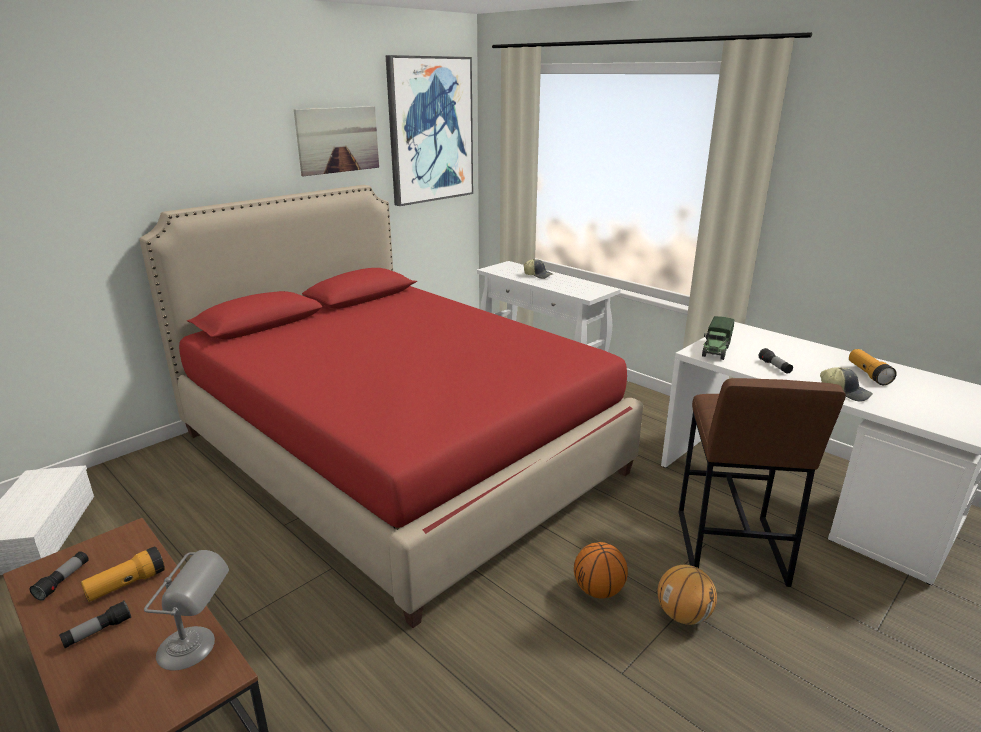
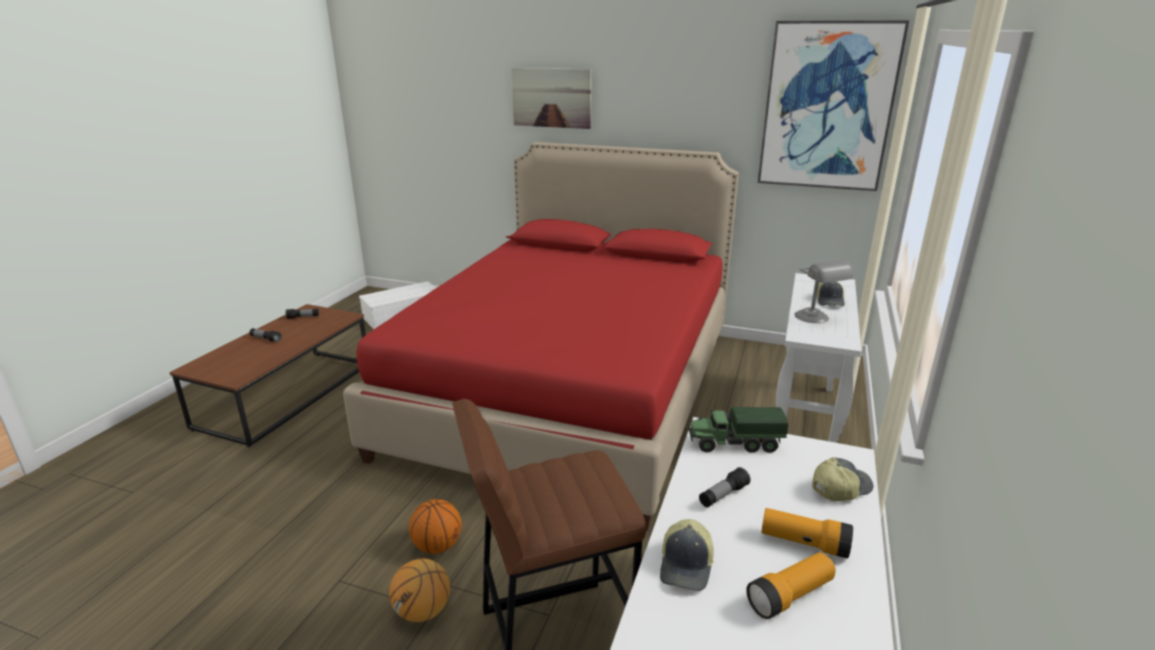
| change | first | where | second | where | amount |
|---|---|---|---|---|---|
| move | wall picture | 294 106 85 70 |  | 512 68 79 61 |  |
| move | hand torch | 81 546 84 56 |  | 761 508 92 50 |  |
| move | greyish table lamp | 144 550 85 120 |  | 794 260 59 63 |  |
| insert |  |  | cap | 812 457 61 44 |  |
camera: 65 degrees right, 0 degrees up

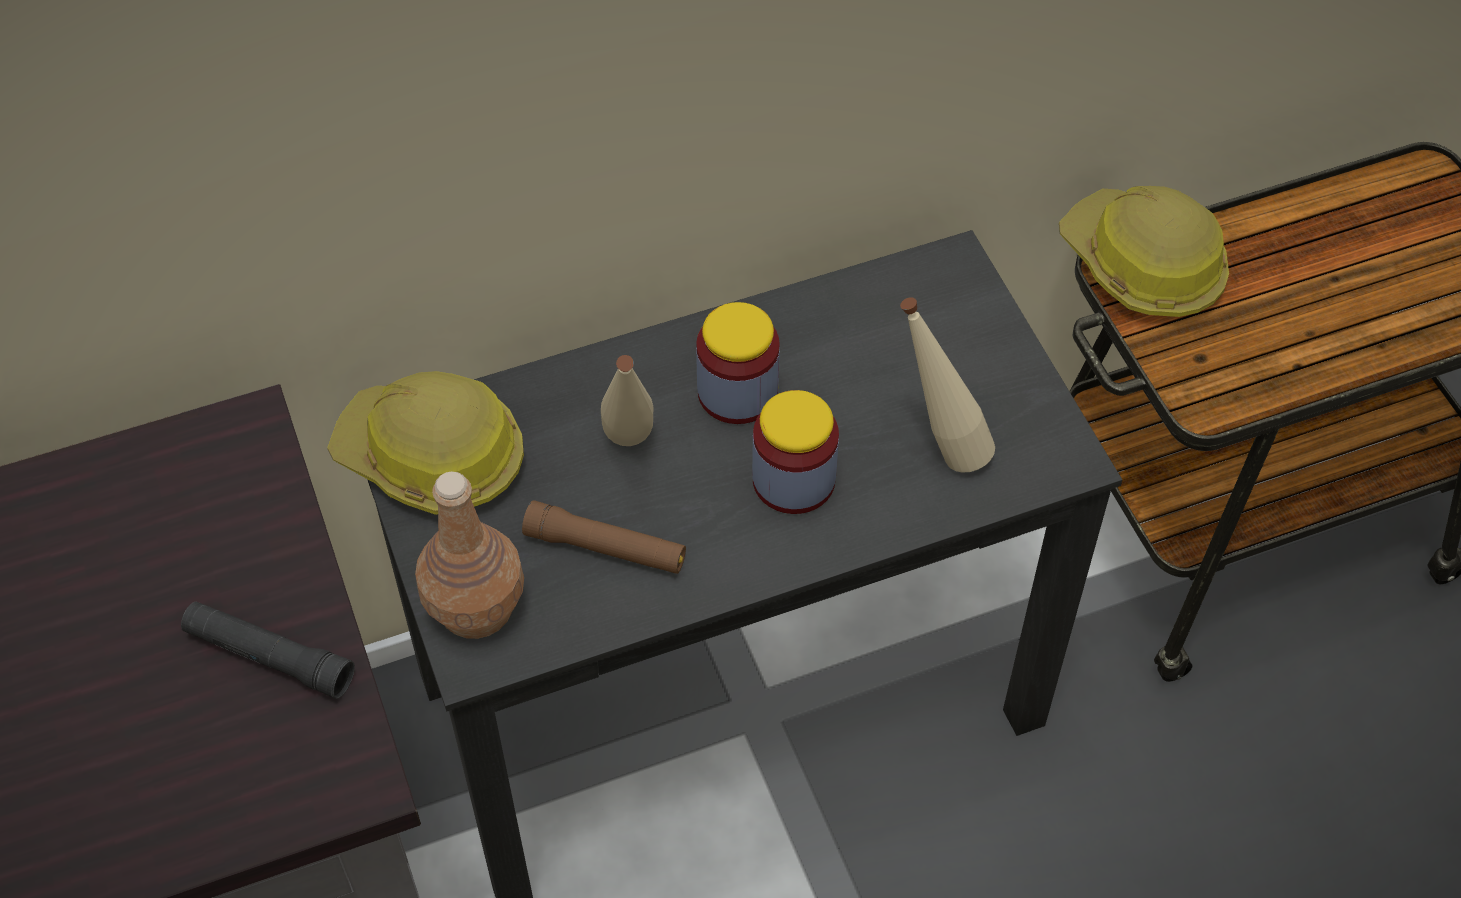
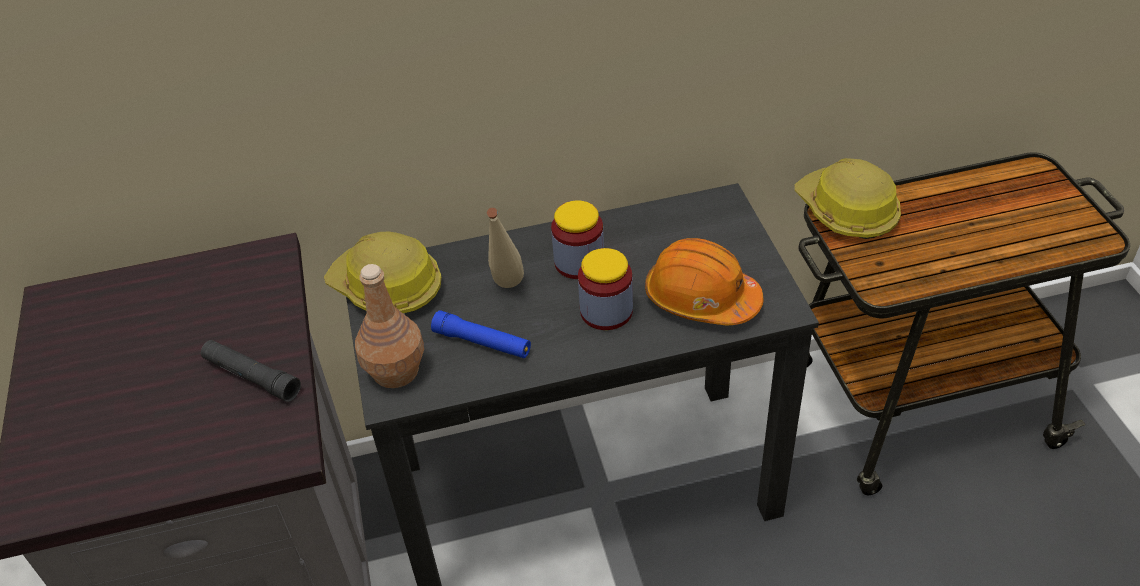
| change | first | where | second | where | amount |
|---|---|---|---|---|---|
| replace | sand-coloured beverage bottle | 900 297 95 176 | orangey hard hat | 645 238 119 87 |  |
| recolor | brownish hand torch | 522 500 164 74 | blue hand torch | 431 310 100 48 |  |
camera: 10 degrees right, 10 degrees down

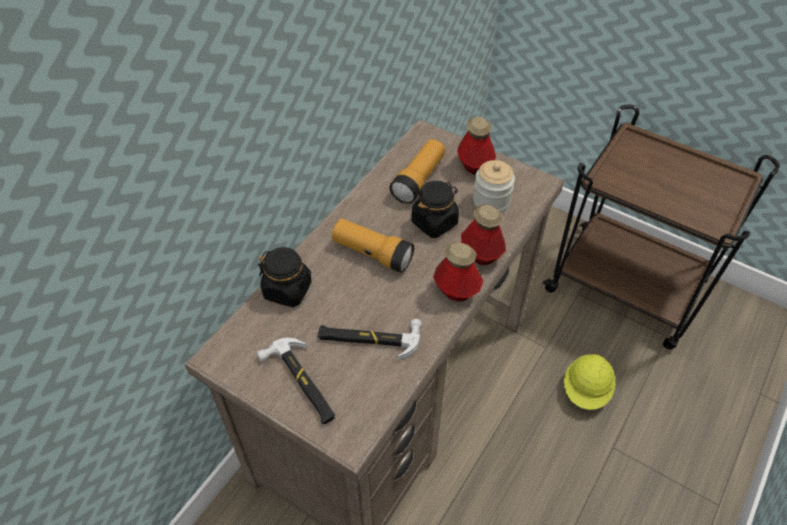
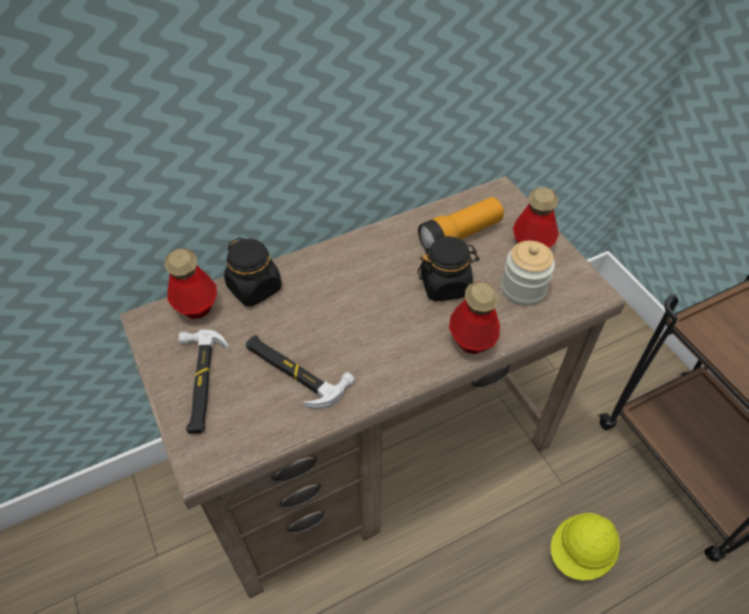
| change | first | where | second | where | amount |
|---|---|---|---|---|---|
| delete | hand torch | 332 218 82 55 |  |  |  |
| move | beverage bottle | 433 242 50 60 |  | 165 249 52 70 |  |
camera: 30 degrees right, 0 degrees up

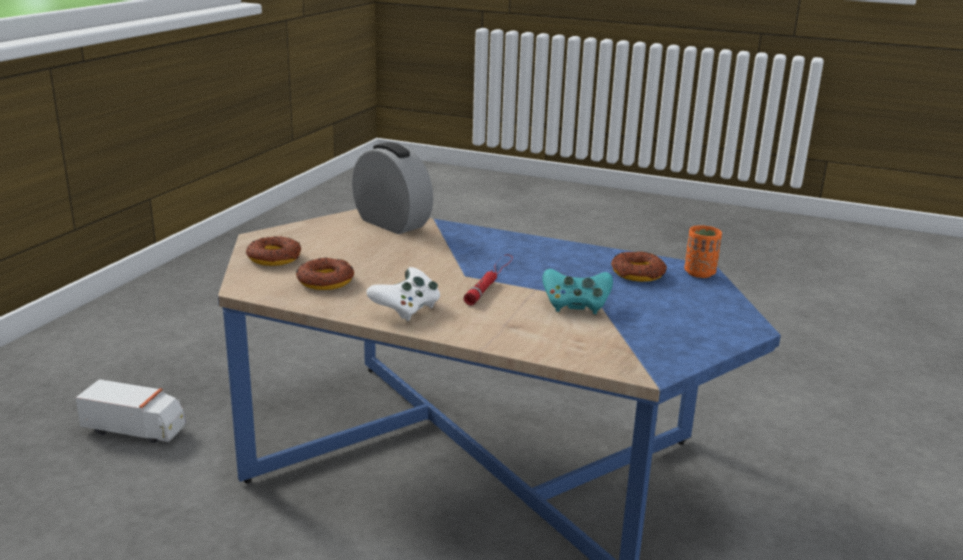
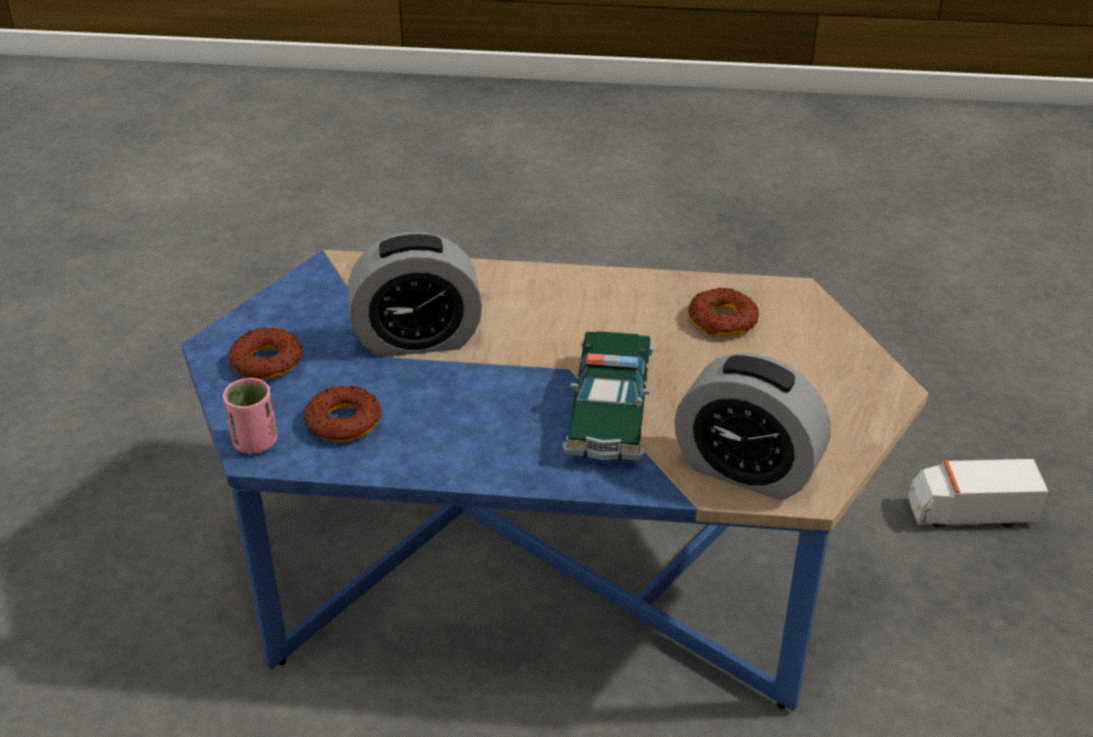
| change | first | where | second | where | amount |
|---|---|---|---|---|---|
| recolor | orangey cup | 684 225 38 53 | pink-coloured cup | 223 378 55 76 |  |
| move | ring doughnut | 246 236 55 30 |  | 228 327 74 53 |  |
| delete | reddish hand torch | 464 254 49 52 |  |  |  |
| delete | white-coloured game controller | 366 267 74 54 |  |  |  |
| replace | turquoise-coloured game controller | 542 269 71 45 | alarm clock | 348 232 134 125 |  |
| insert |  |  | miniature car | 563 331 91 130 |  |
camera: 165 degrees right, 15 degrees up

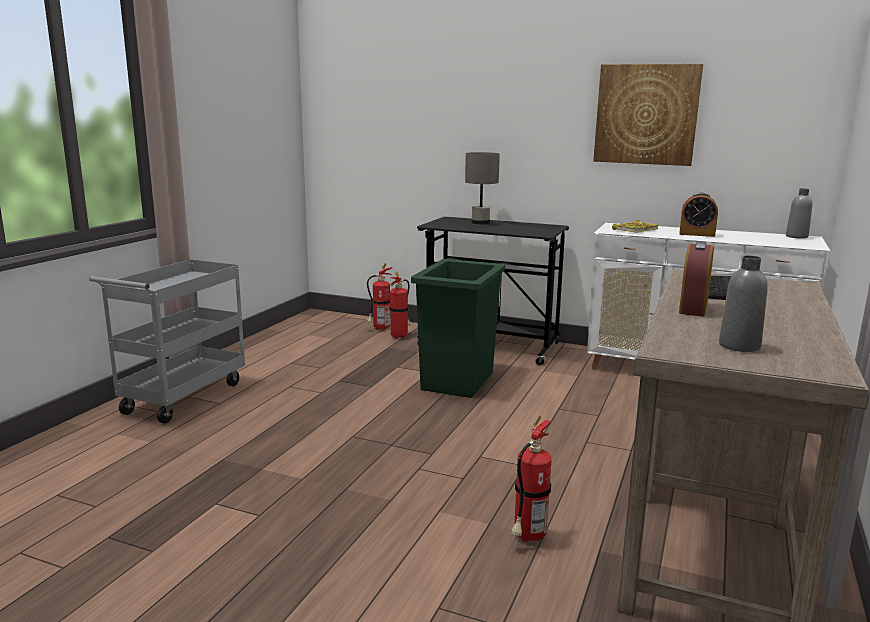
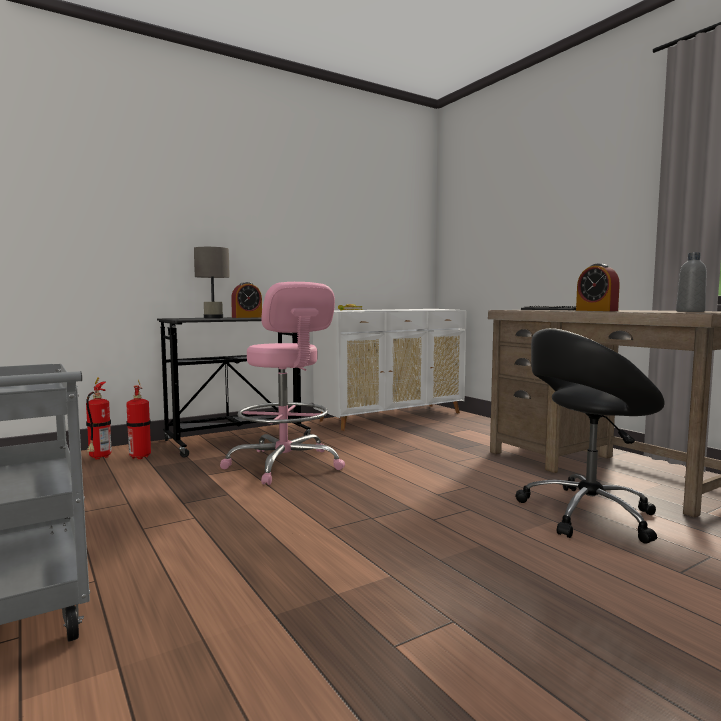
| change | first | where | second | where | amount |
|---|---|---|---|---|---|
| delete | wall picture | 593 64 110 102 |  |  |  |
| delete | greyish beverage bottle | 786 188 26 51 |  |  |  |
| move | alarm clock | 679 192 39 45 |  | 231 282 31 36 |  |
| replace | green trash can | 411 259 94 139 | pink-coloured stool seat | 220 282 125 203 |  |
| replace | fire-fighting cylinder | 511 416 41 126 | black desk chair | 515 328 150 216 |  |
camera: 55 degrees left, 10 degrees down

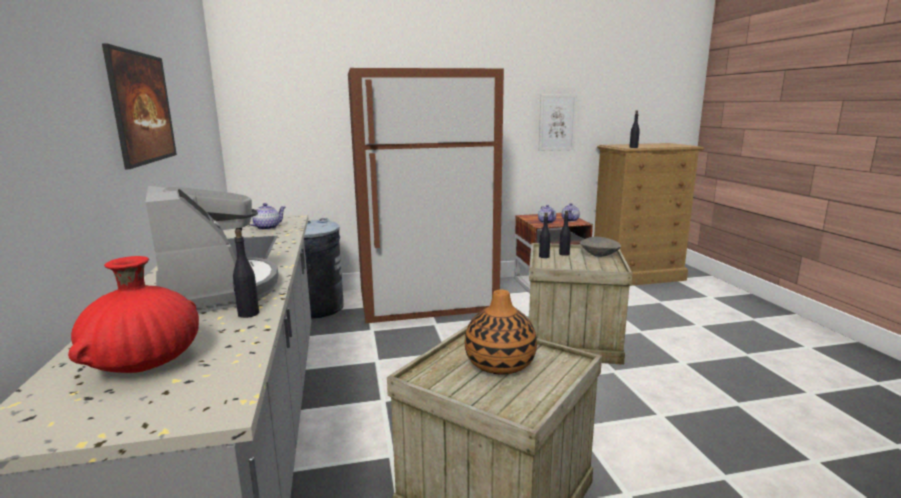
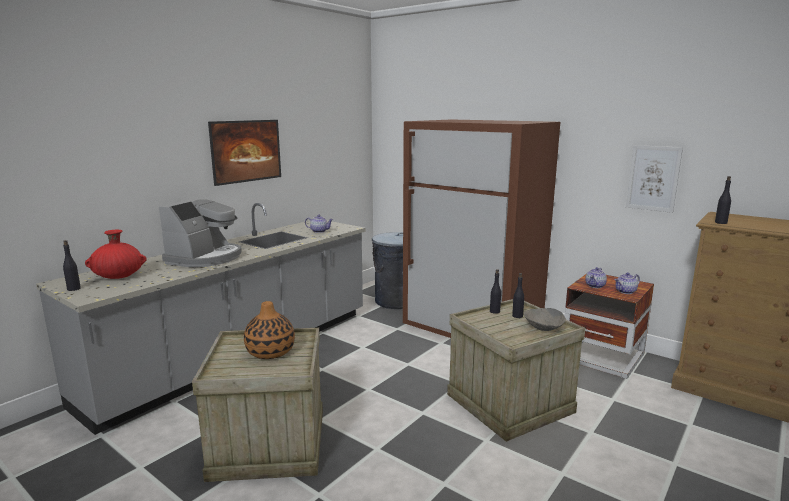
| change | first | where | second | where | amount |
|---|---|---|---|---|---|
| move | black beverage bottle | 233 229 26 89 |  | 63 240 18 51 |  |
camera: 50 degrees right, 0 degrees up

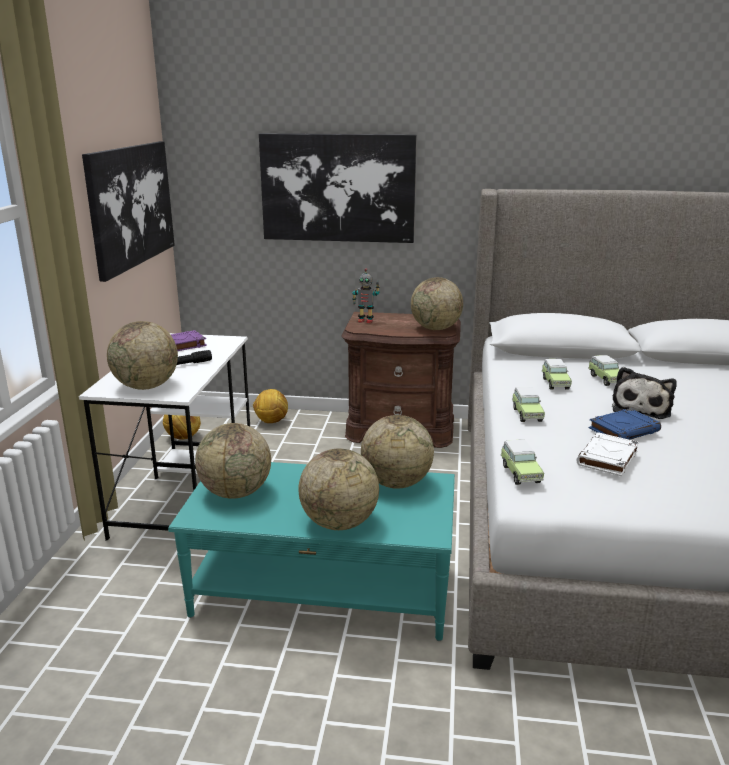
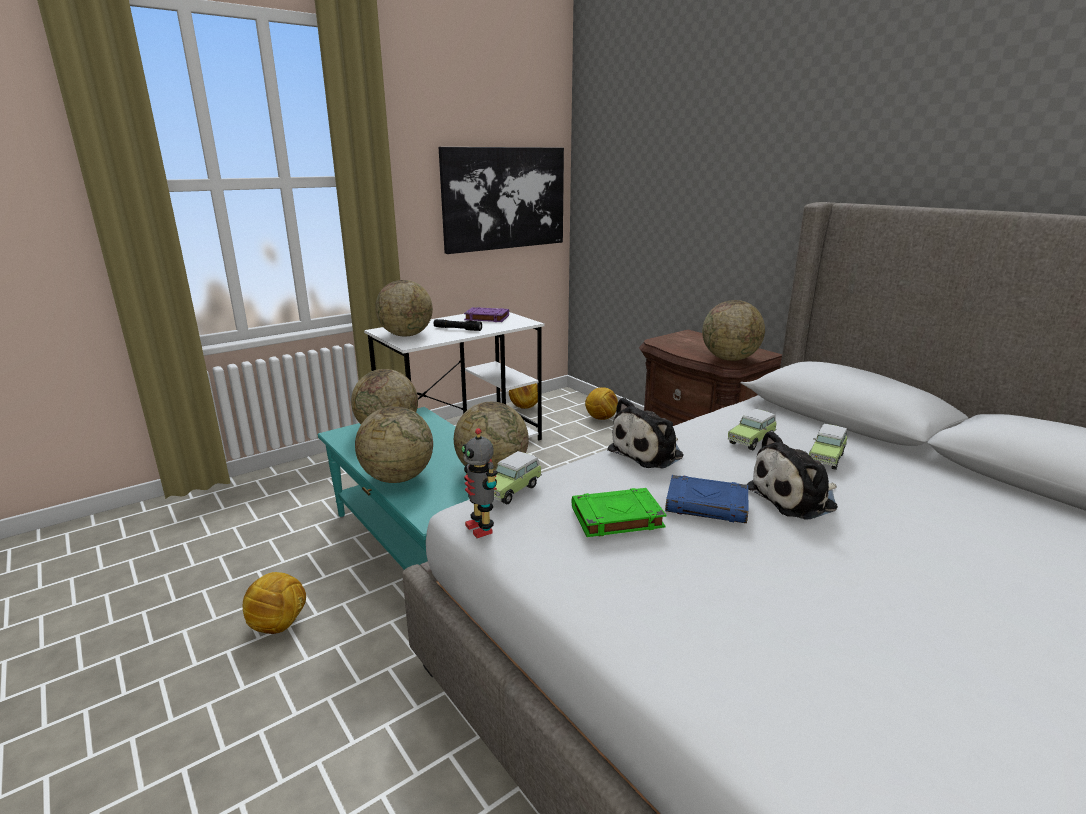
| change | first | where | second | where | amount |
|---|---|---|---|---|---|
| delete | wall picture | 259 133 158 110 |  |  |  |
| move | robot figure | 352 268 28 55 |  | 462 428 36 110 |  |
| replace | miniature car | 512 387 33 35 | soft toy | 607 397 77 72 |  |
| recolor | white-coloured bound book | 576 432 63 44 | green bound book | 572 488 94 49 |  |
| insert |  |  | football ball | 242 572 64 62 |  |
camera: 45 degrees right, 0 degrees up

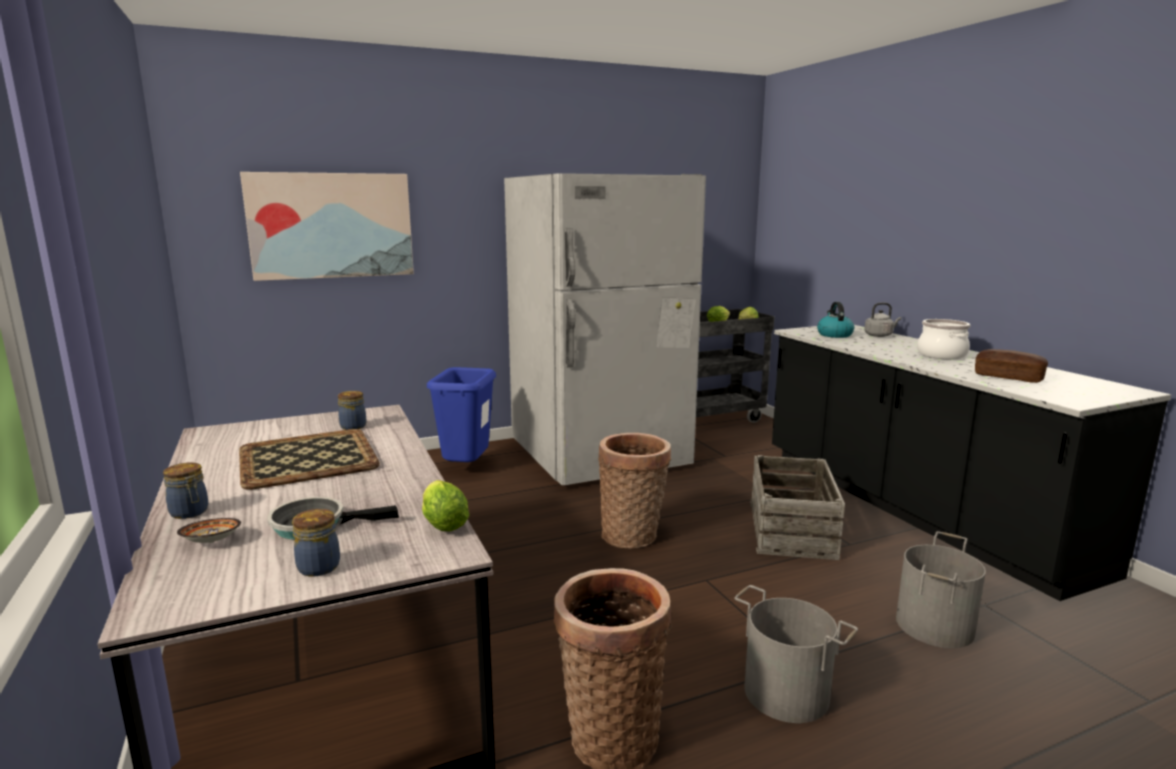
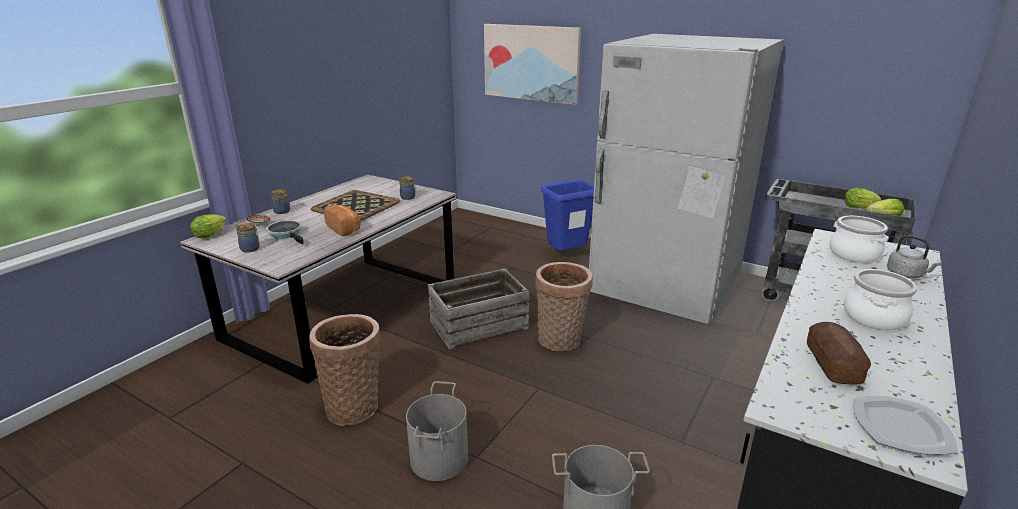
| change | first | where | second | where | amount |
|---|---|---|---|---|---|
| replace | kettle | 817 302 37 36 | stockpot | 829 216 59 47 |  |
| move | packing crate | 750 455 95 105 |  | 428 269 101 80 |  |
| move | lettuce | 422 480 47 51 |  | 191 214 36 24 |  |
| insert |  |  | baked bread | 324 205 37 31 |  |
| insert |  |  | dinner plate | 853 396 105 59 |  |
camera: 55 degrees right, 10 degrees up

